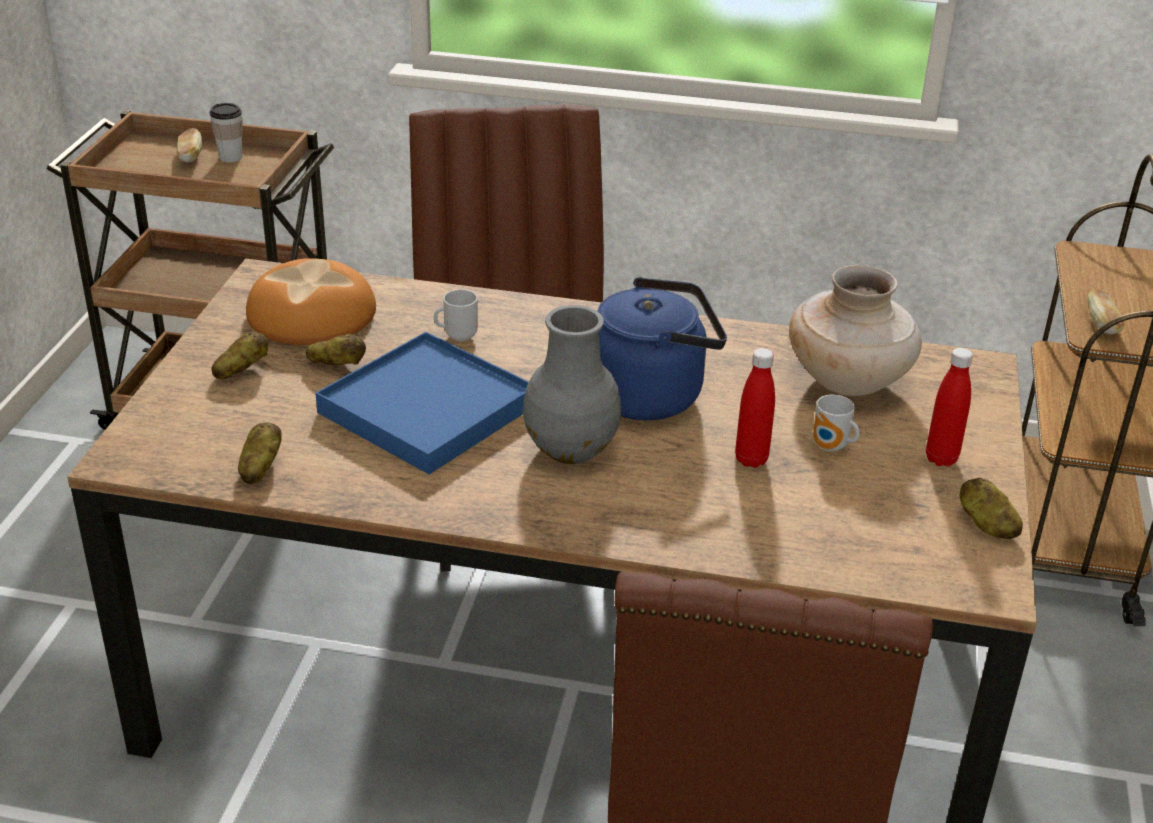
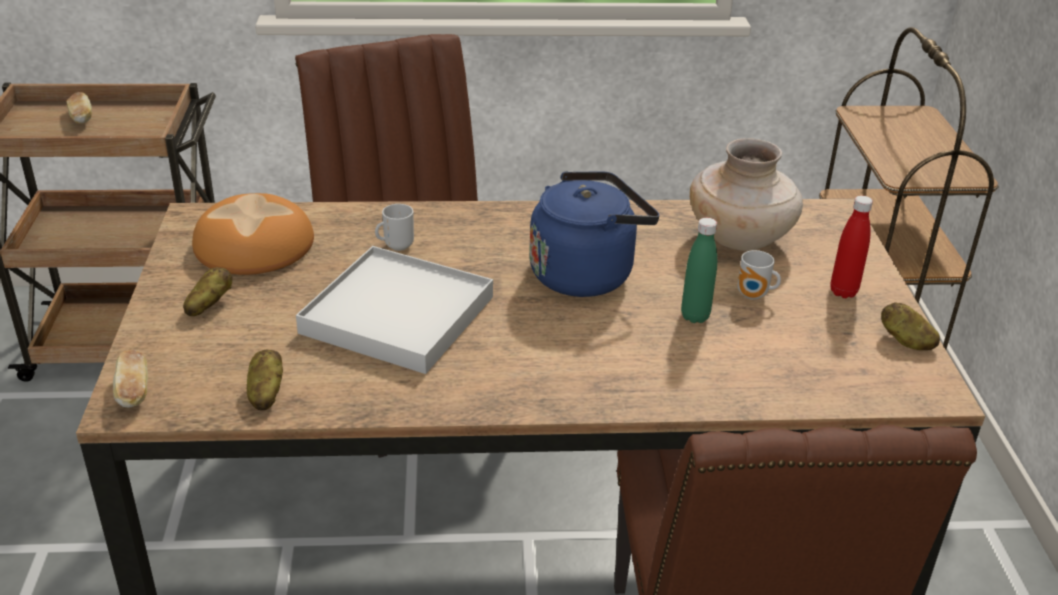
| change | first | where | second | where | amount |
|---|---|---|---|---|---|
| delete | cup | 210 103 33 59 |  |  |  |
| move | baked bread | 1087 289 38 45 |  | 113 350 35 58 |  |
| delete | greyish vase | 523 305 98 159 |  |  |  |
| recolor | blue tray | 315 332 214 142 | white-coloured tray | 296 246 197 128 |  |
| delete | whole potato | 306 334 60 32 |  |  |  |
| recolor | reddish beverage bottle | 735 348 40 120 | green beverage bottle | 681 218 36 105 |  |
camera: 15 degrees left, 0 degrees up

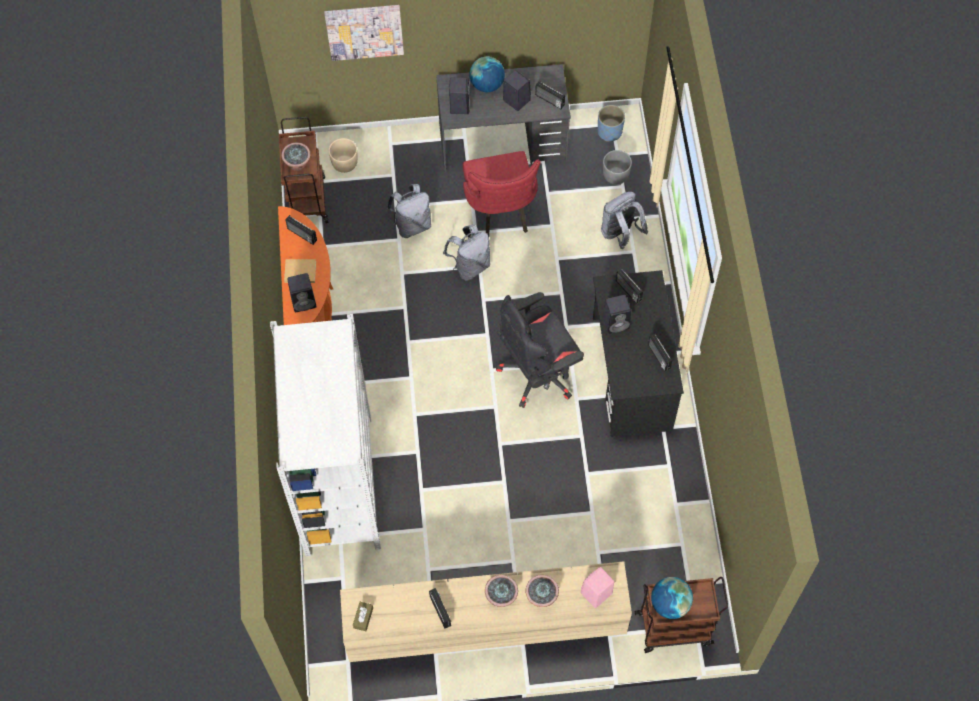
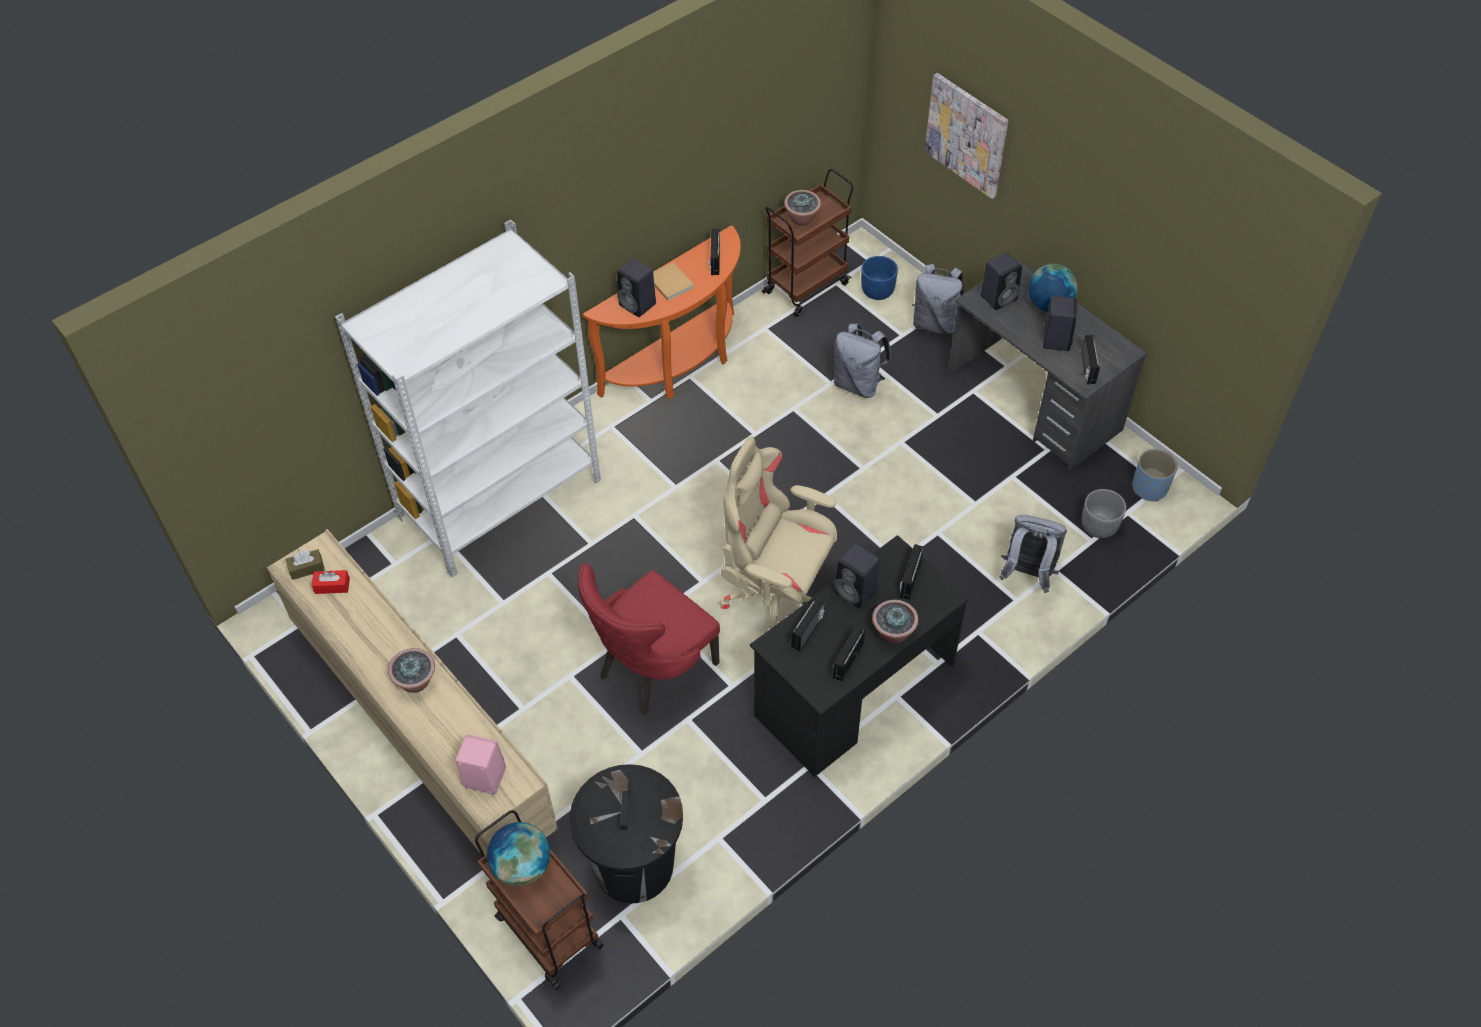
| change | first | where | second | where | amount |
|---|---|---|---|---|---|
| recolor | sand-coloured plant pot | 329 138 29 35 | blue plant pot | 861 256 37 44 |  |
| move | reddish plain chair | 463 151 78 86 |  | 578 563 142 152 |  |
| move | greyish backpack | 443 224 47 57 |  | 912 264 52 71 |  |
| recolor | black desk chair | 496 292 88 116 | sand-coloured desk chair | 720 436 117 194 |  |
| move | houseplant | 525 575 34 32 |  | 872 600 46 44 |  |
| move | radio receiver | 429 588 22 41 |  | 791 596 34 56 |  |
| insert |  |  | reddish box of tissues | 312 570 38 24 |  |
| insert |  |  | black trash can | 570 764 113 140 |  |
camera: 55 degrees right, 10 degrees down

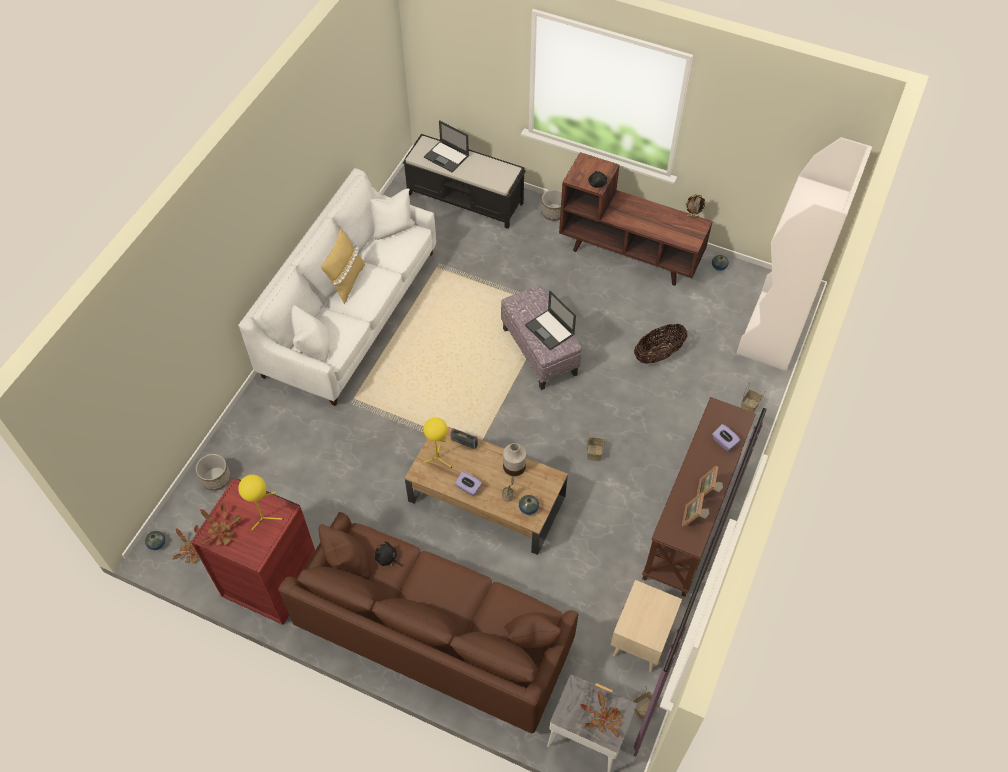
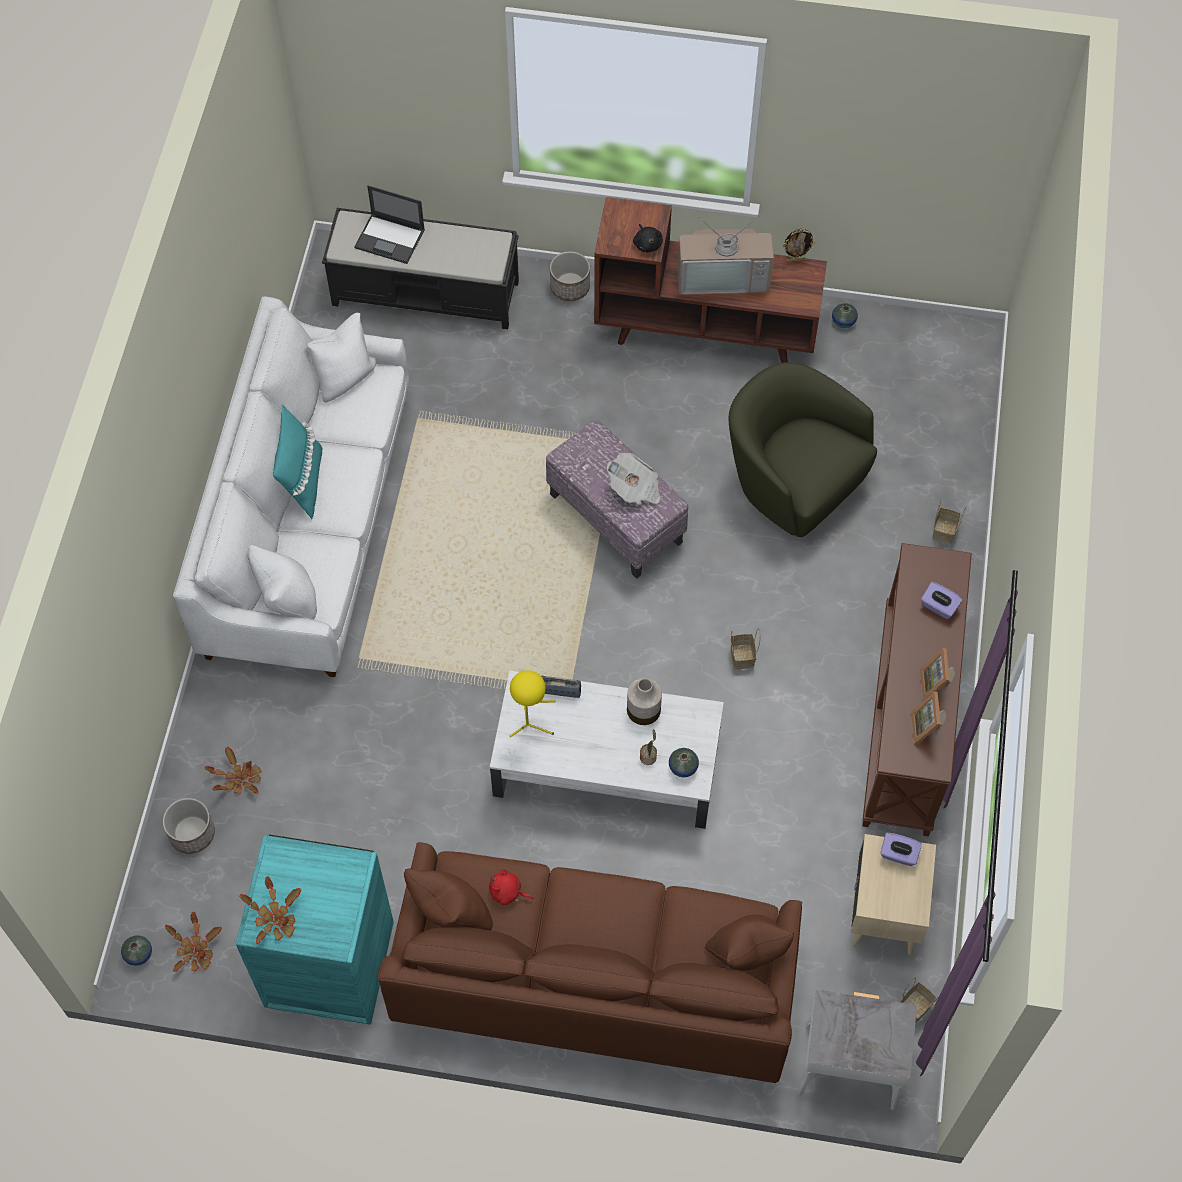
| change | first | where | second | where | amount |
|---|---|---|---|---|---|
| delete | white-coloured bookcase | 737 137 135 234 |  |  |  |
| recolor | yellow cushion | 321 228 44 76 | turquoise-coloured cushion | 273 405 50 114 |  |
| replace | laptop | 525 290 51 61 | newspaper | 607 453 53 52 |  |
| replace | basket | 634 324 53 40 | green easy chair | 729 362 148 175 |  |
| recolor | brownish lounge table | 405 426 163 129 | white-coloured lounge table | 490 671 234 158 |  |
| move | purplish box of tissues | 455 471 27 25 |  | 880 833 42 33 |  |
| delete | yellow table lamp | 238 475 46 55 |  |  |  |
| recolor | reddish cabinet | 191 478 124 147 | turquoise-coloured cabinet | 235 835 159 189 |  |
| recolor | black soft toy | 375 541 27 26 | reddish soft toy | 489 869 44 36 |  |
| move | houseplant | 580 691 43 46 |  | 205 747 57 47 |  |
| insert |  |  | television | 677 215 97 80 |  |
camera: 15 degrees left, 5 degrees up

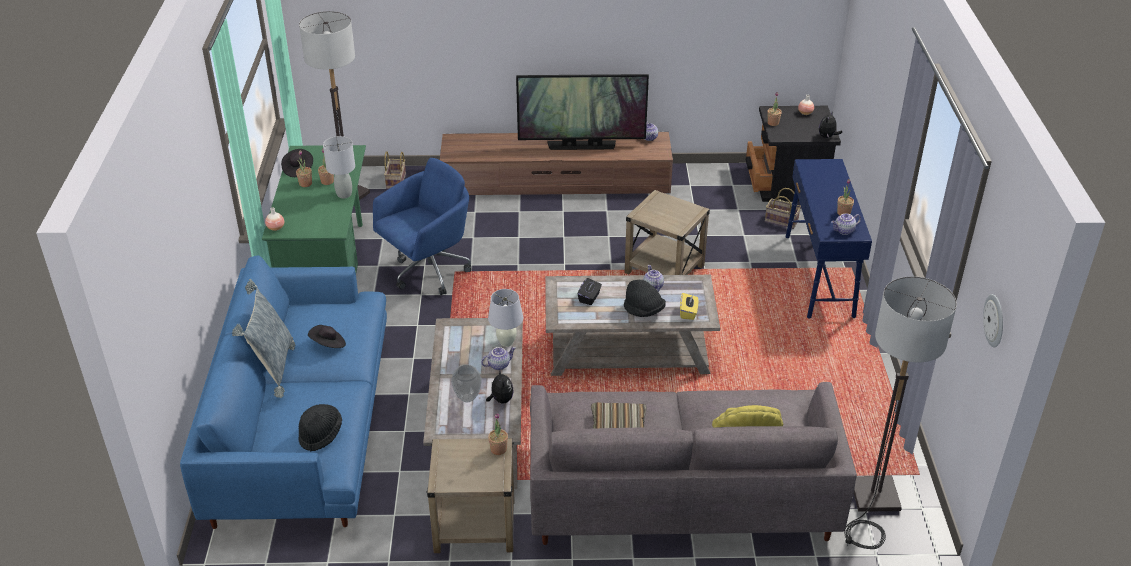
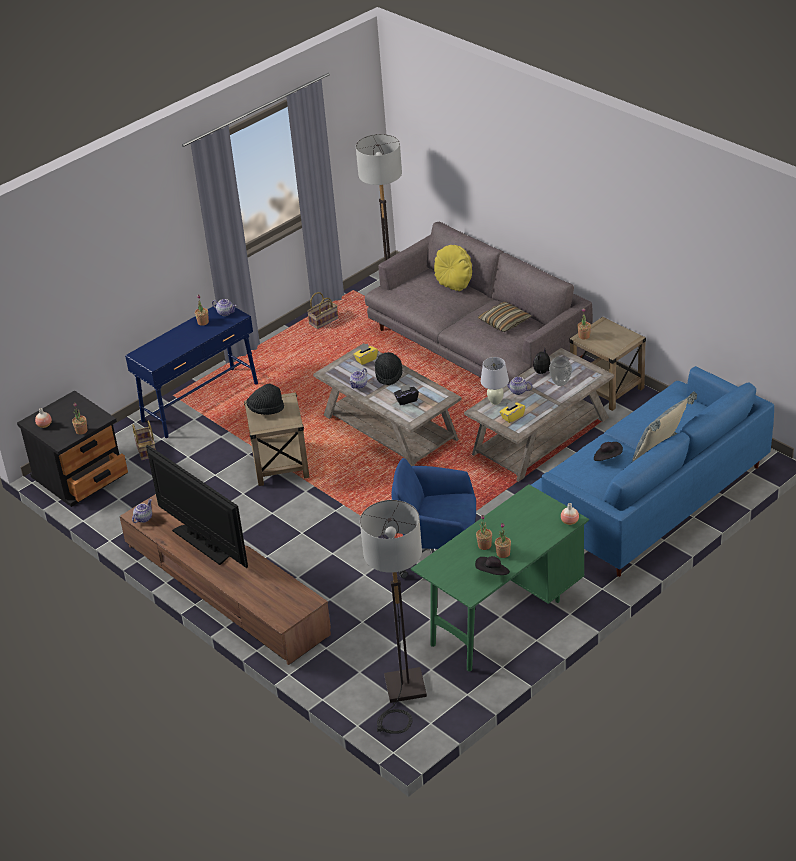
| change | first | where | second | where | amount |
|---|---|---|---|---|---|
| delete | soft toy | 819 113 23 25 |  |  |  |
| delete | greyish table lamp | 323 136 32 62 |  |  |  |
| move | basket | 384 151 22 38 |  | 307 292 31 37 |  |
| delete | clock on the wall | 983 294 20 53 |  |  |  |
| move | black clothing hat | 299 404 43 48 |  | 246 384 38 31 |  |
| insert |  |  | yellow box of tissues | 500 400 25 23 |  |
camera: 130 degrees left, 0 degrees up

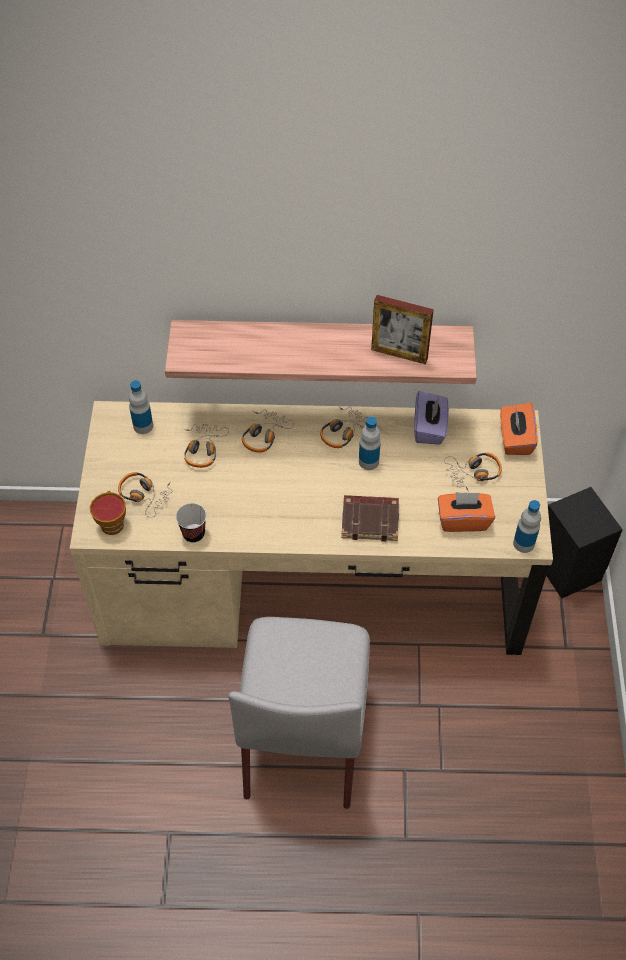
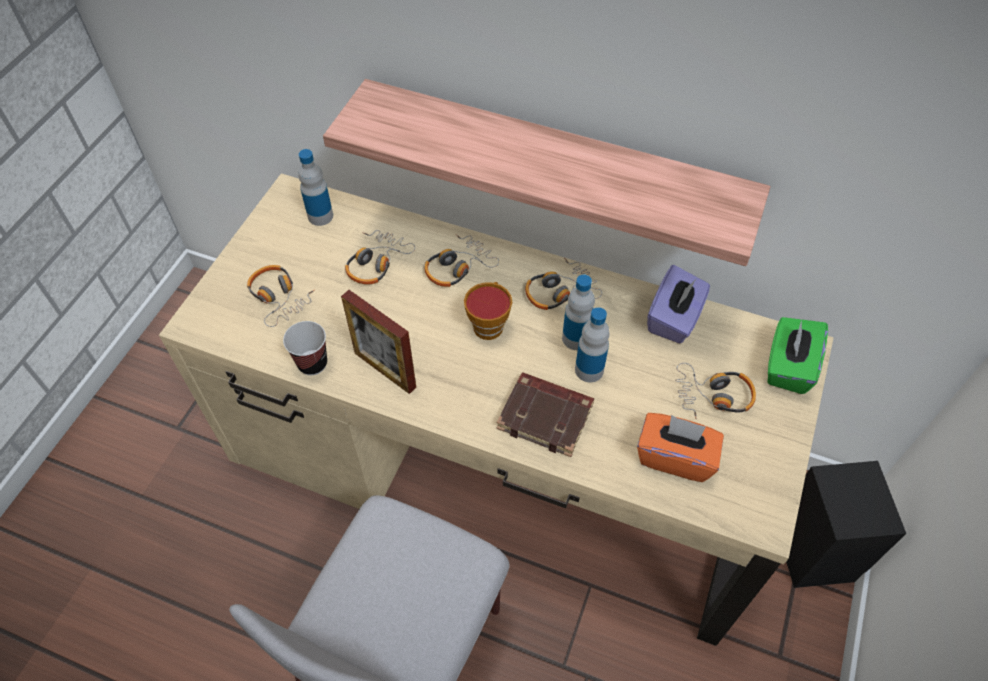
| change | first | where | second | where | amount |
|---|---|---|---|---|---|
| move | picture frame | 371 295 63 69 |  | 341 290 75 104 |  |
| recolor | orangey box of tissues | 500 403 38 52 | green box of tissues | 767 317 61 77 |  |
| move | cup | 90 491 36 44 |  | 464 282 48 58 |  |
| move | beverage bottle | 513 500 28 53 |  | 575 307 35 75 |  |
camera: 20 degrees right, 0 degrees up

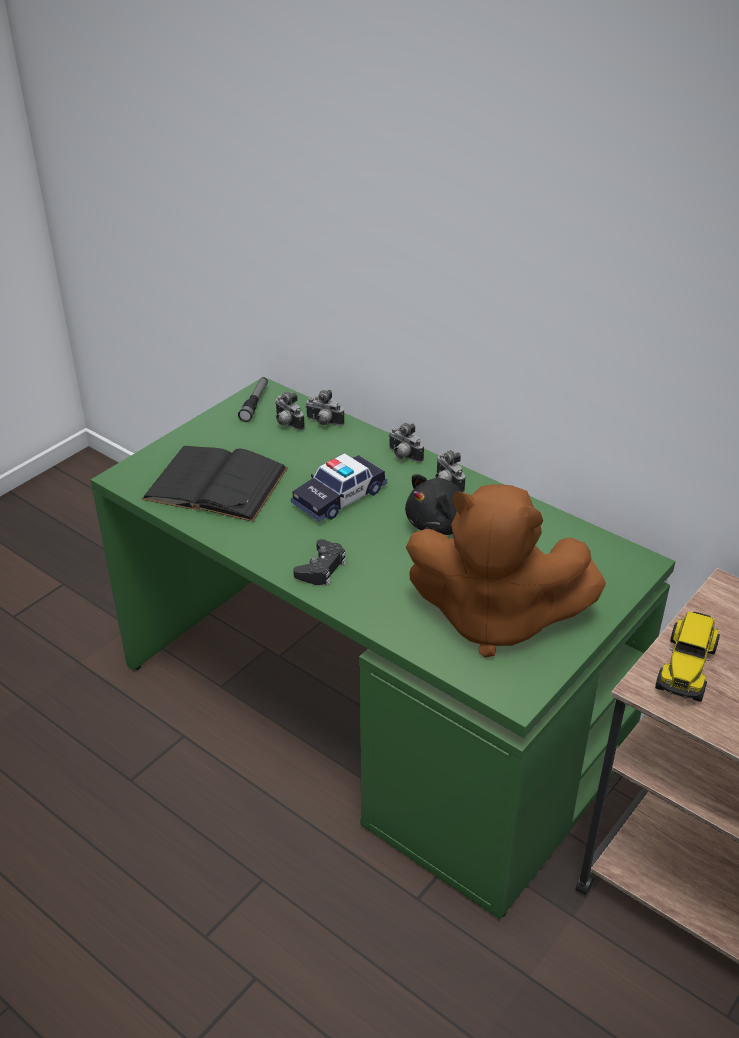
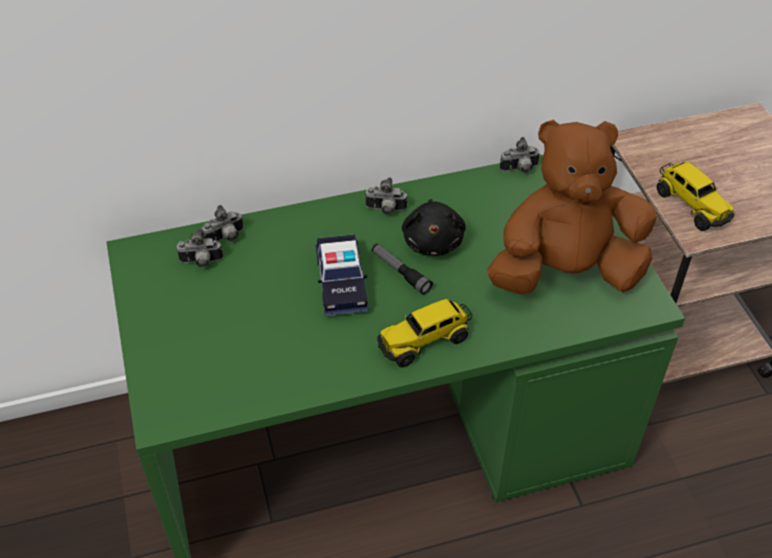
| change | first | where | second | where | amount |
|---|---|---|---|---|---|
| move | hand torch | 238 377 30 45 |  | 372 244 61 51 |  |
| move | photo camera | 388 423 36 39 |  | 500 137 40 36 |  |
| delete | black bound book | 142 446 146 76 |  |  |  |
| rotate | brownish soft toy | 406 484 200 174 |  | 487 120 170 174 | 150 degrees counterclockwise |
| replace | black game controller | 293 539 53 47 | toy lorry | 377 299 95 69 |  |
camera: 55 degrees left, 10 degrees up

